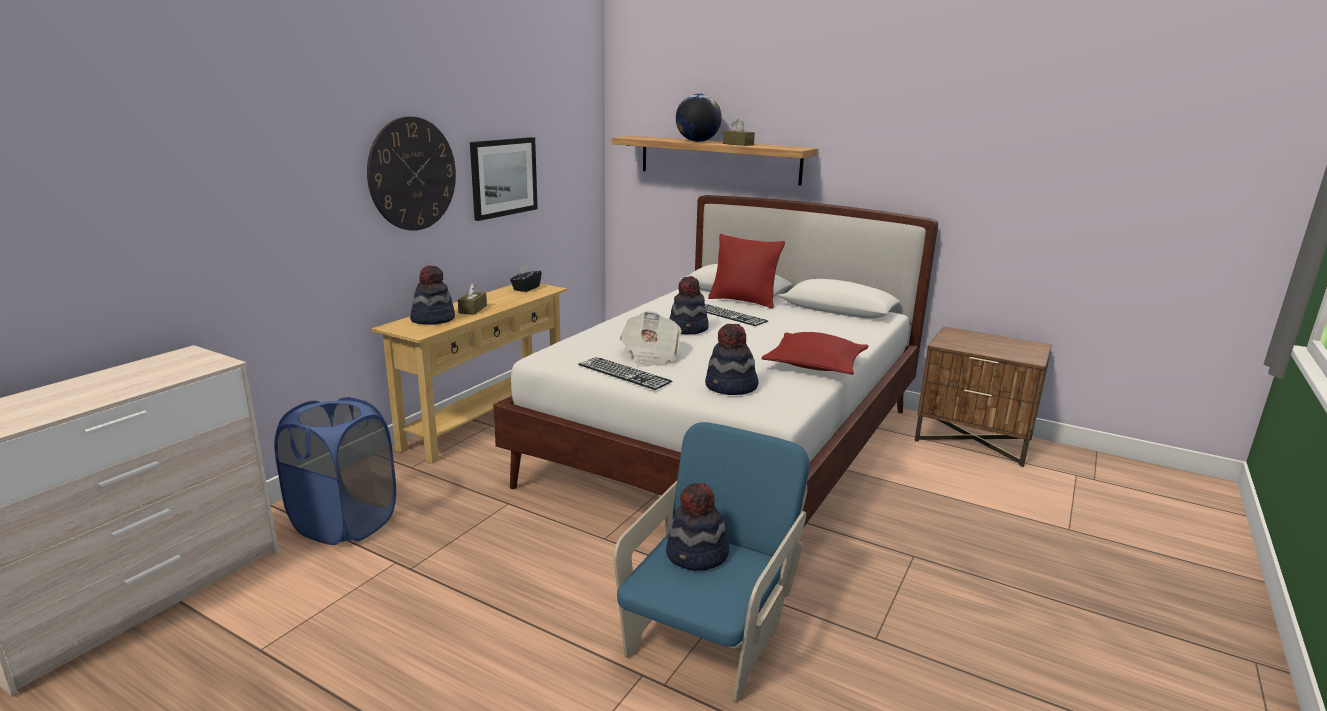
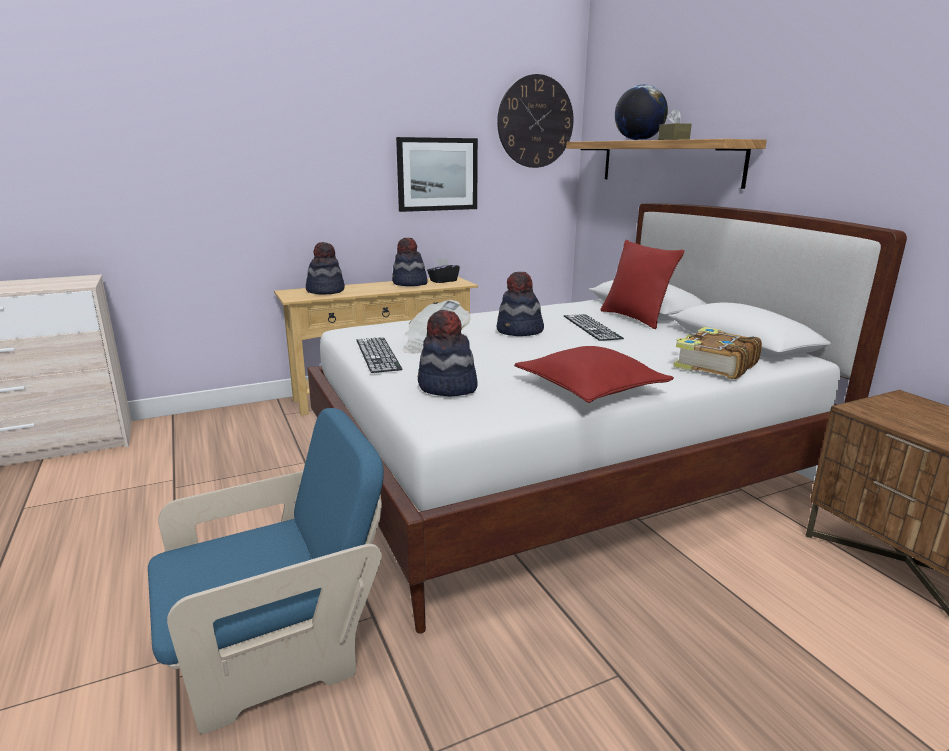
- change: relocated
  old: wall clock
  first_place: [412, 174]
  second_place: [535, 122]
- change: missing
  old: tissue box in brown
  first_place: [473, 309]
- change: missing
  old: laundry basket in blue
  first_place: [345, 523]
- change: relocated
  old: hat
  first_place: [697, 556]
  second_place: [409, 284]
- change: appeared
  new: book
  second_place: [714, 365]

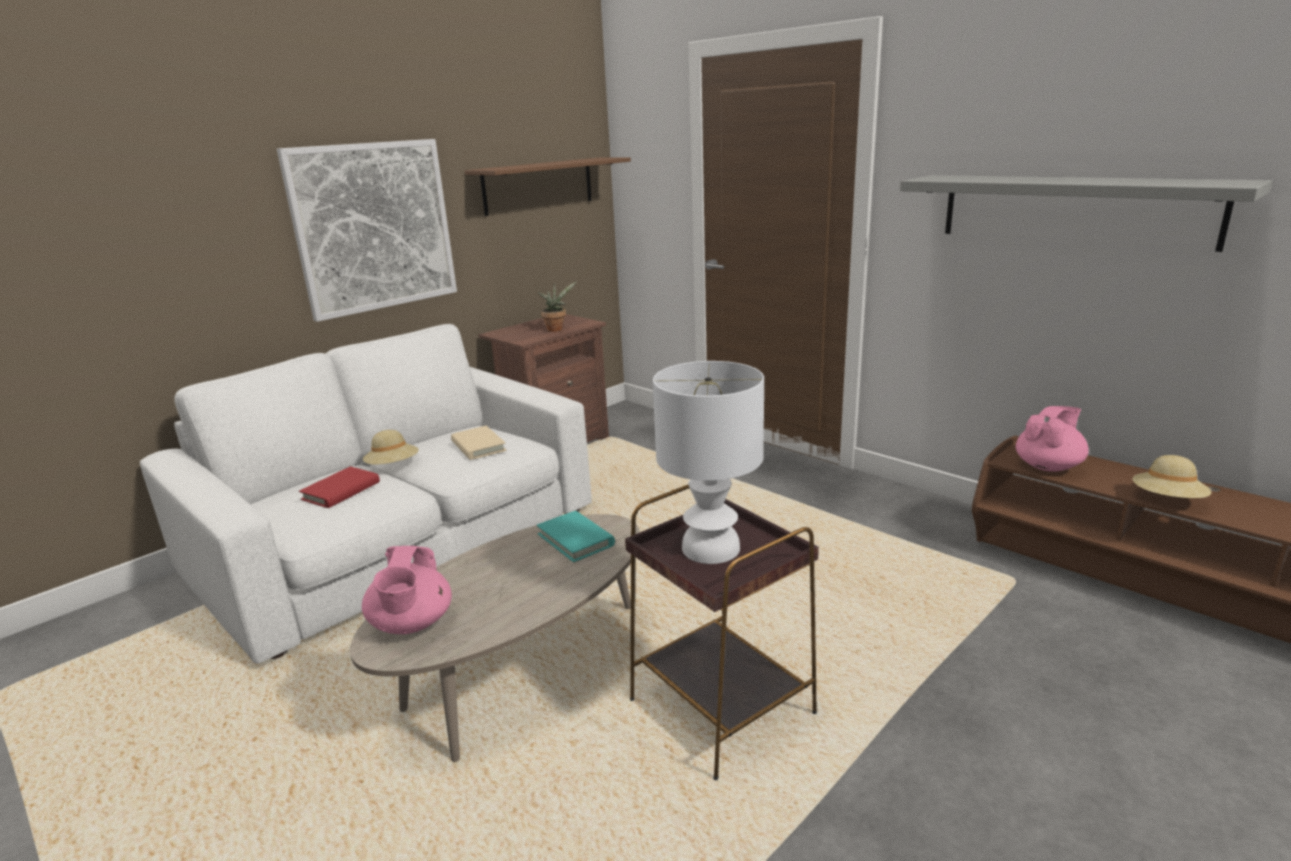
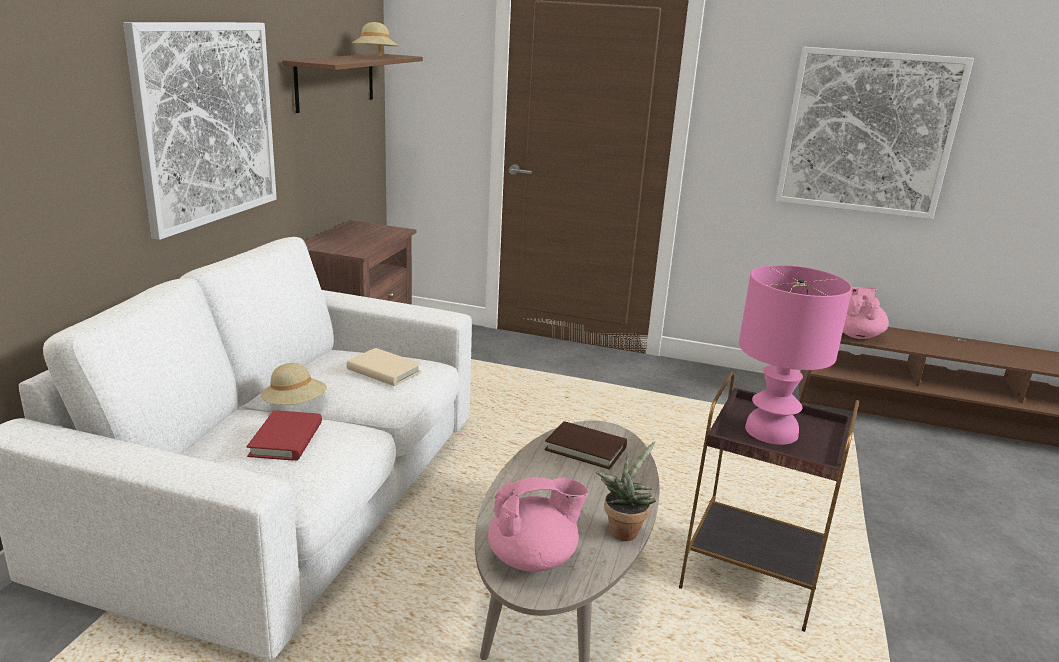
- change: exchanged
  old: shelf in grey
  new: picture
  first_place: [1074, 209]
  second_place: [867, 133]
- change: relocated
  old: potted plant
  first_place: [556, 329]
  second_place: [623, 530]
- change: colour
  old: table lamp in white
  new: table lamp in pink
  first_place: [710, 547]
  second_place: [770, 431]
- change: relocated
  old: hat in beige
  first_place: [1167, 500]
  second_place: [375, 57]
- change: colour
  old: book in turquoise
  new: book in brown
  first_place: [575, 539]
  second_place: [585, 448]
- change: spun
  old: teapot in pink
  first_place: [411, 624]
  second_place: [533, 558]
  degrees: -75

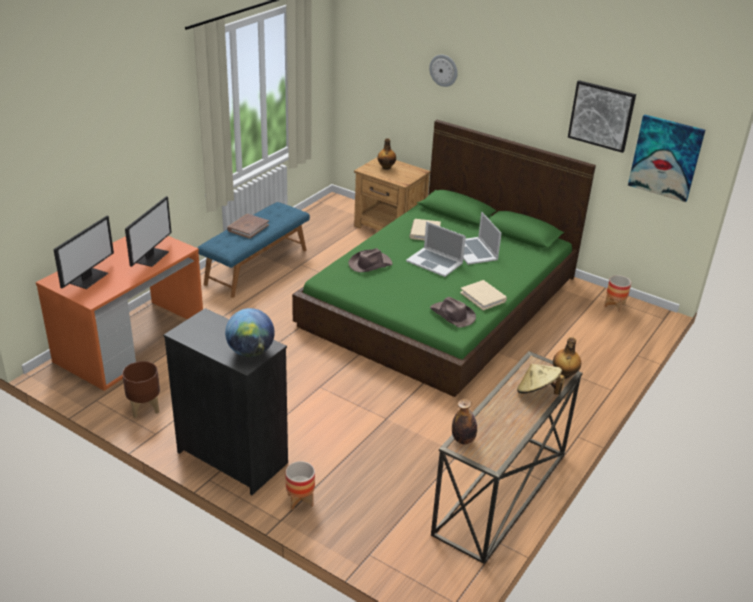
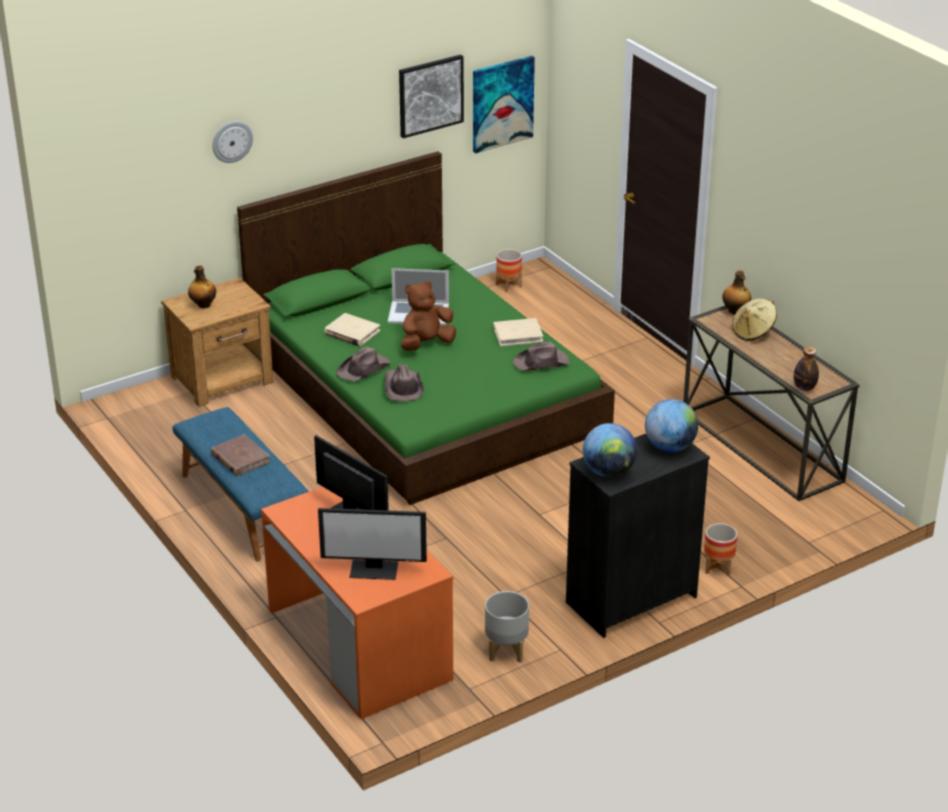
- change: spun
  old: monitor
  first_place: [89, 278]
  second_place: [374, 569]
  degrees: 135
- change: exchanged
  old: laptop
  new: plush toy in brown
  first_place: [434, 262]
  second_place: [426, 344]
- change: colour
  old: planter in brown
  new: planter in grey
  first_place: [145, 407]
  second_place: [506, 651]
- change: appeared
  new: hat in brown
  second_place: [364, 369]
- change: appeared
  new: globe
  second_place: [608, 472]

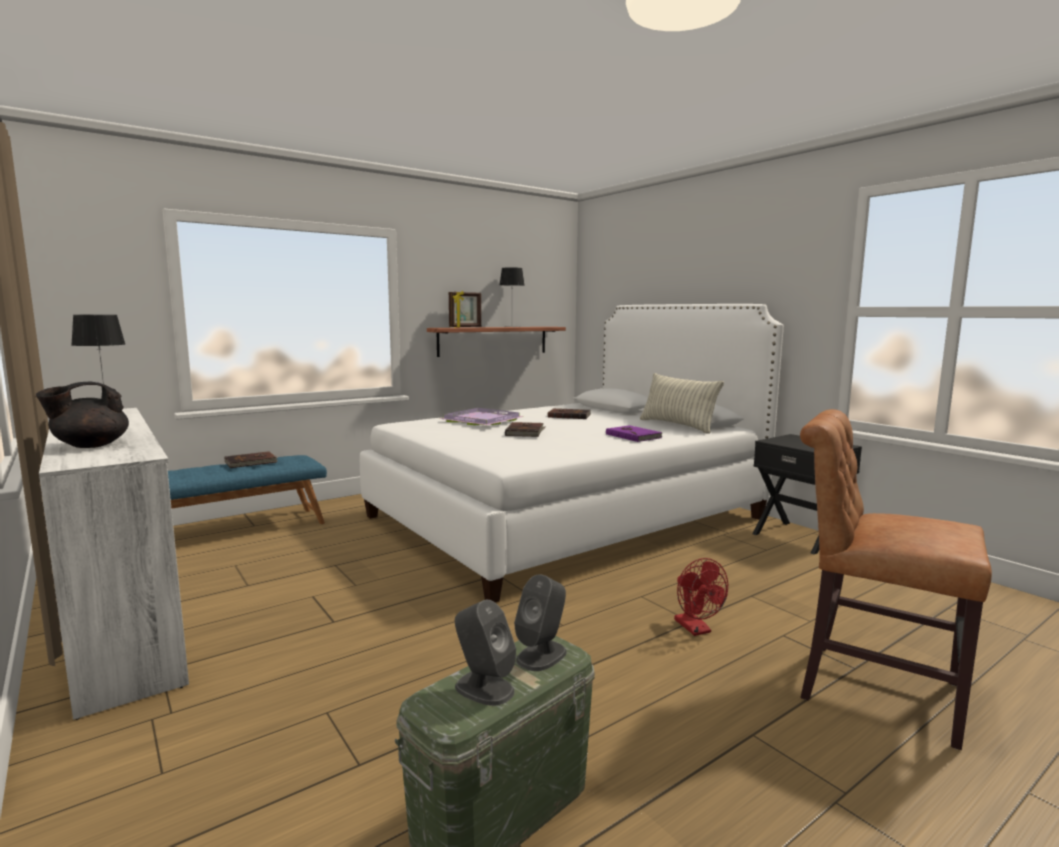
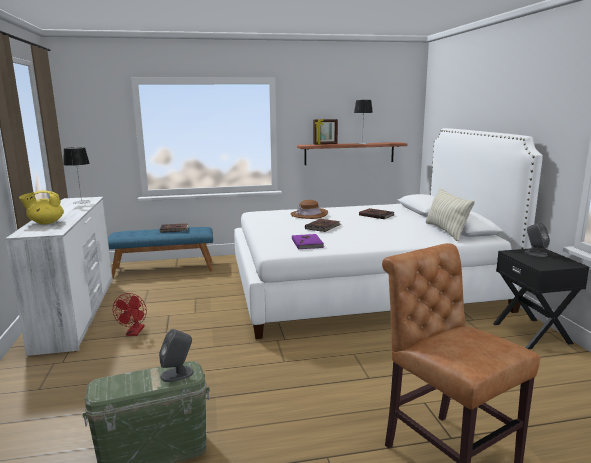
- change: colour
  old: teapot in black
  new: teapot in yellow
  first_place: [90, 446]
  second_place: [45, 223]
- change: exchanged
  old: tray in purple
  new: hat in brown
  first_place: [483, 420]
  second_place: [309, 214]
- change: relocated
  old: book in purple
  first_place: [633, 436]
  second_place: [308, 243]
- change: relocated
  old: fan in red
  first_place: [696, 629]
  second_place: [134, 333]
- change: relocated
  old: speaker in grey
  first_place: [483, 688]
  second_place: [535, 253]

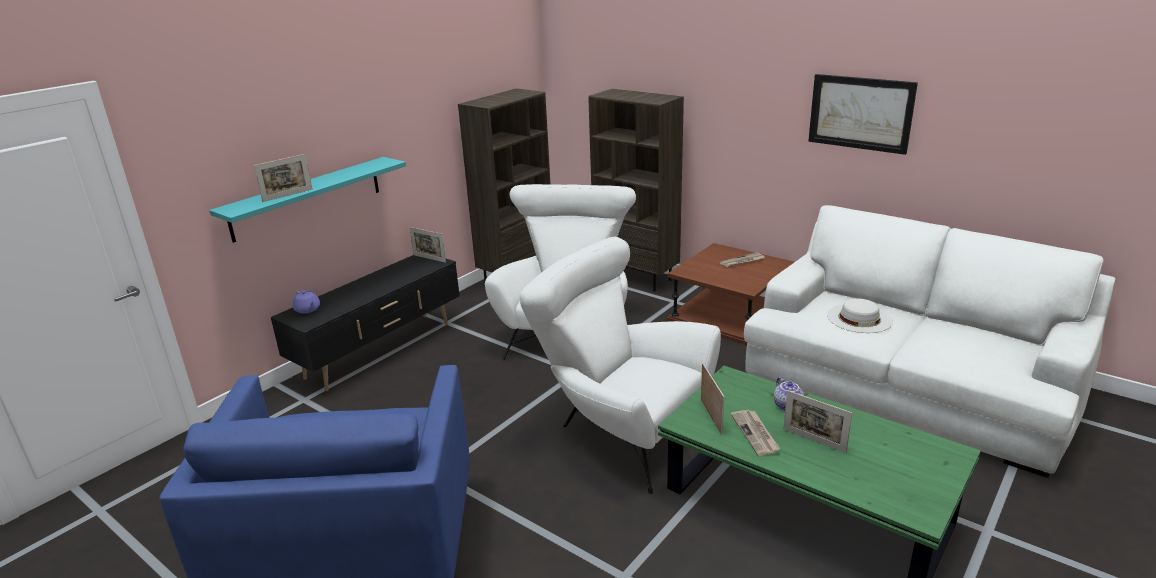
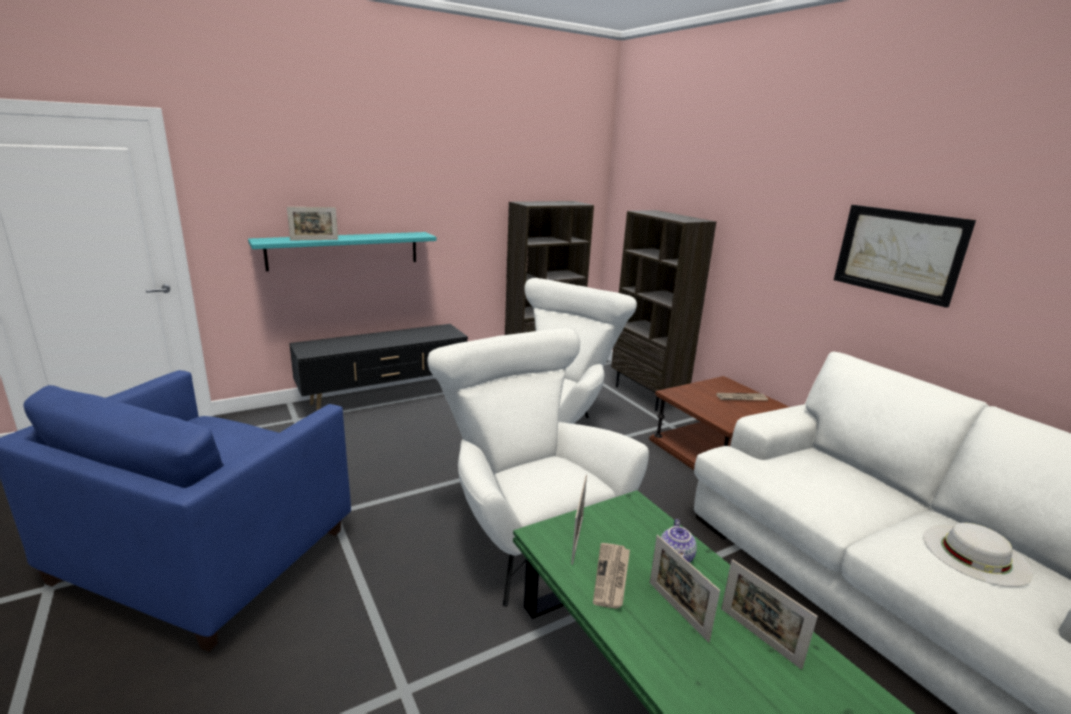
- change: relocated
  old: picture frame
  first_place: [429, 258]
  second_place: [759, 637]
- change: missing
  old: teapot in purple
  first_place: [307, 309]
- change: relocated
  old: hat in white
  first_place: [859, 318]
  second_place: [975, 554]

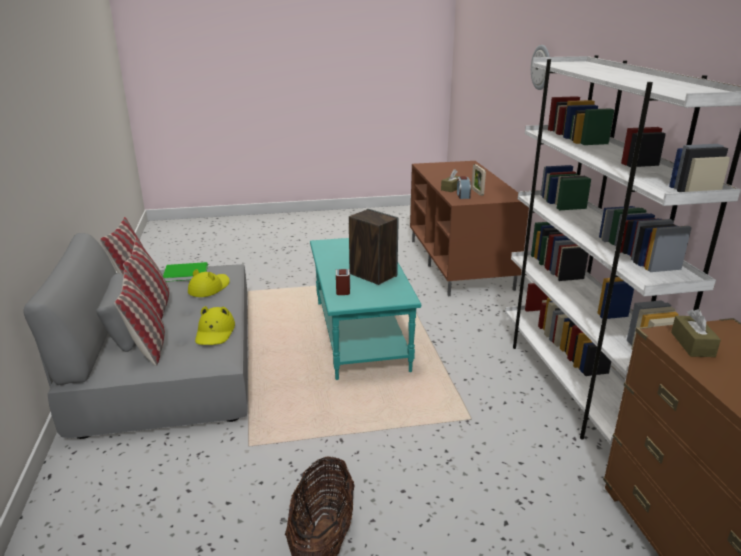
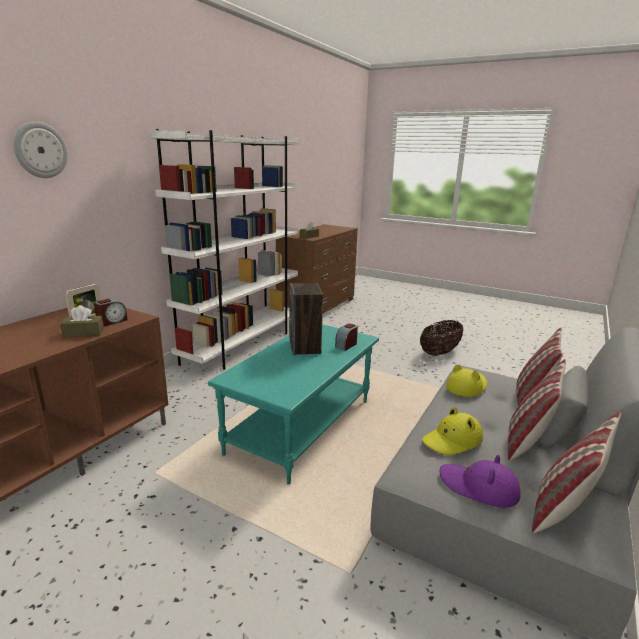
- change: exchanged
  old: book in green
  new: hat in purple
  first_place: [184, 273]
  second_place: [479, 487]

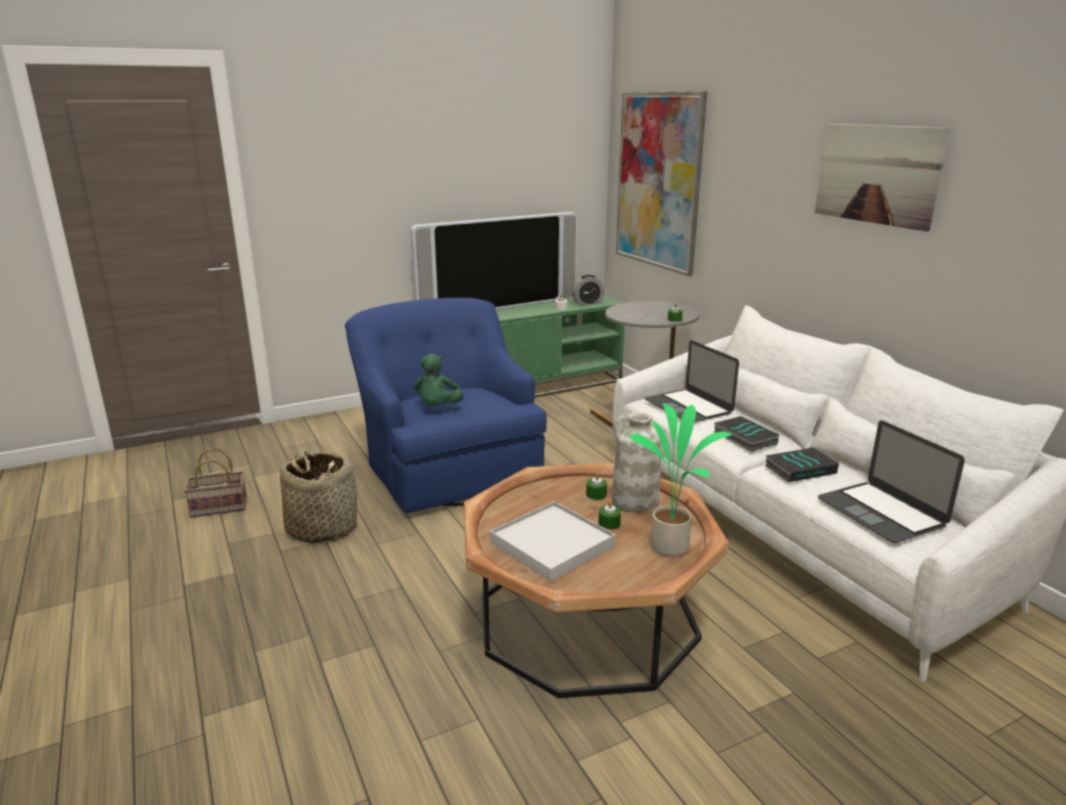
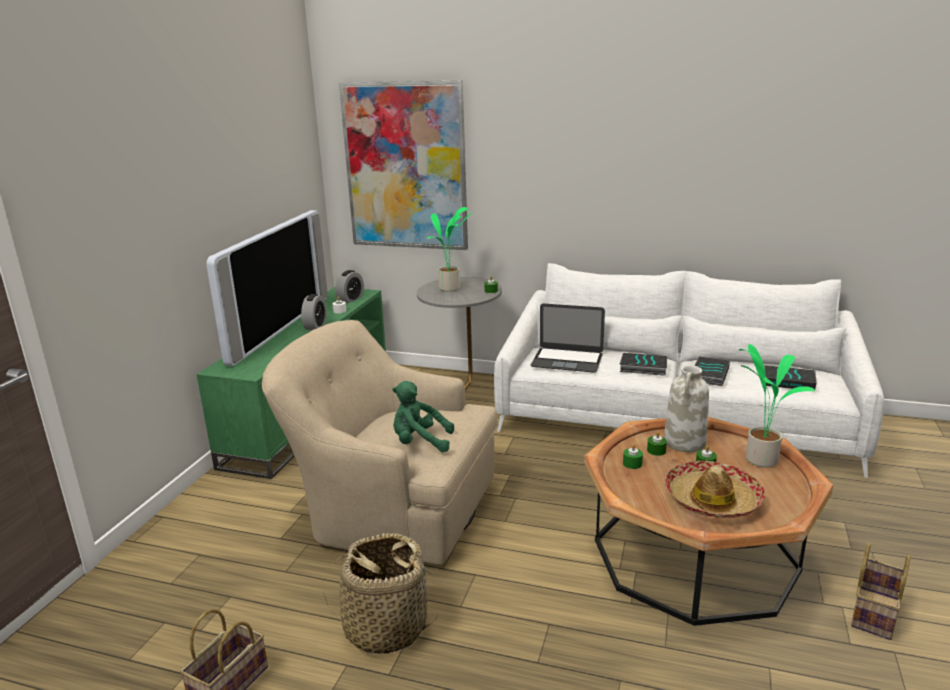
- change: missing
  old: picture
  first_place: [877, 174]
- change: colour
  old: armchair in blue
  new: armchair in beige
  first_place: [449, 468]
  second_place: [391, 507]
- change: spun
  old: plush toy in green
  first_place: [438, 408]
  second_place: [420, 443]
  degrees: 135
- change: exchanged
  old: laptop
  new: book
  first_place: [881, 512]
  second_place: [789, 381]
- change: exchanged
  old: tray in white
  new: hat
  first_place: [552, 544]
  second_place: [711, 499]
- change: appeared
  new: potted plant
  second_place: [451, 289]
- change: appeared
  new: alarm clock
  second_place: [315, 326]
- change: appeared
  new: candle in green
  second_place: [632, 463]
- change: appeared
  new: basket
  second_place: [873, 611]

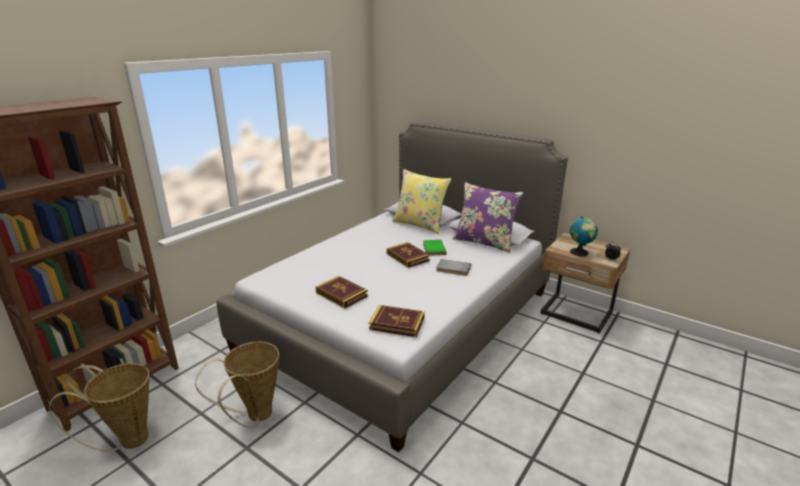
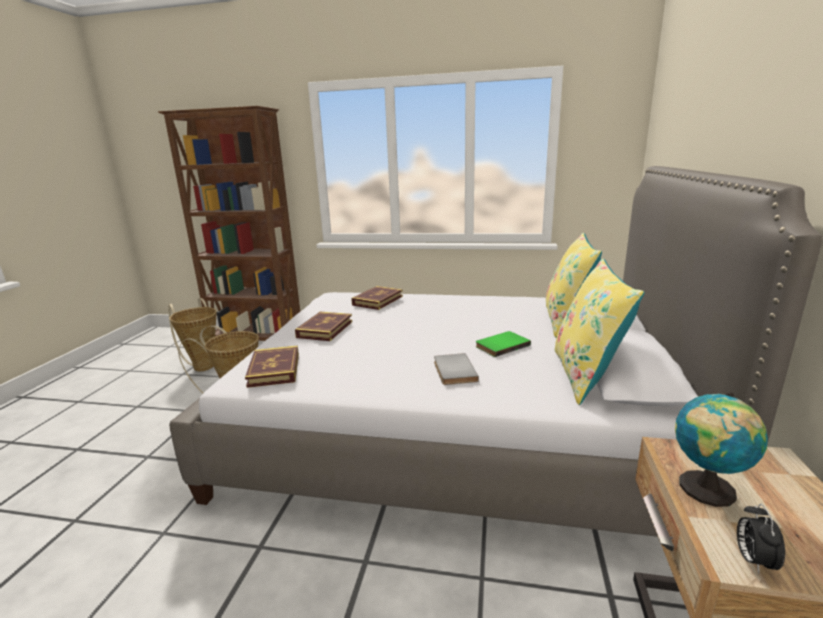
- change: colour
  old: pillow in purple
  new: pillow in yellow
  first_place: [484, 242]
  second_place: [586, 375]
- change: relocated
  old: book
  first_place: [407, 257]
  second_place: [377, 300]

